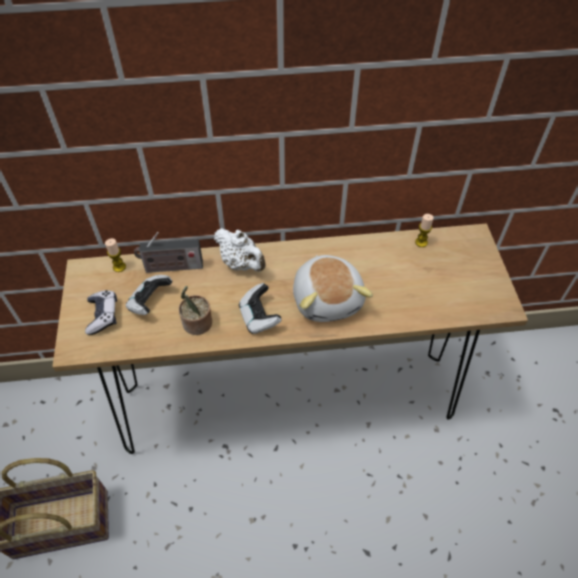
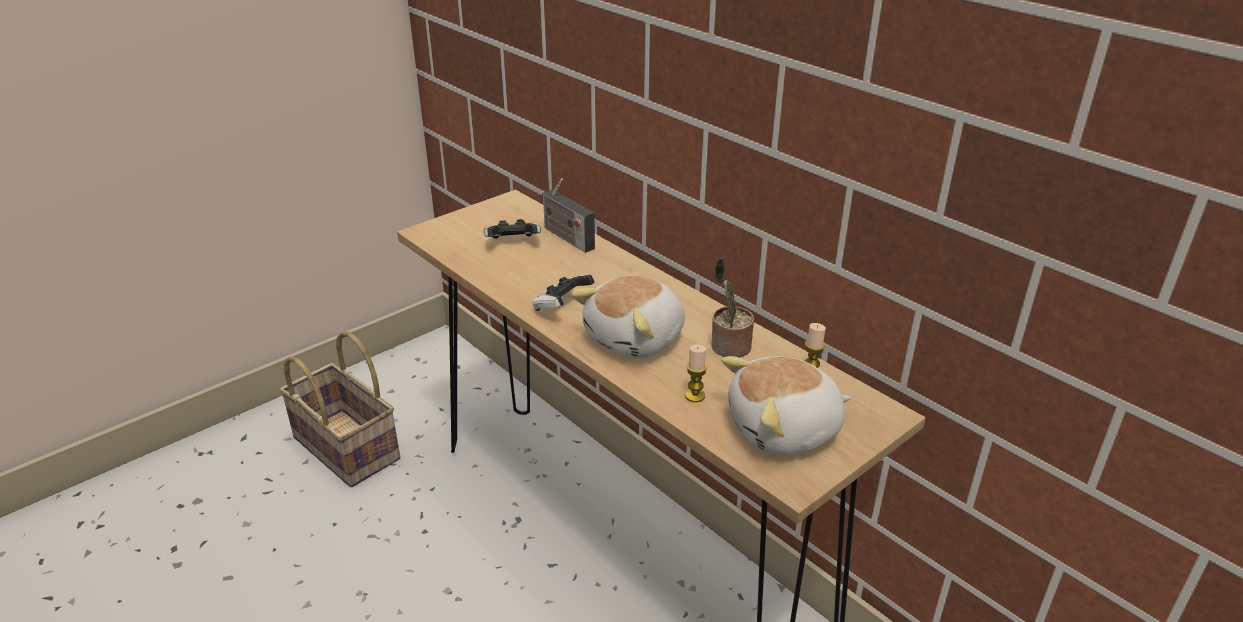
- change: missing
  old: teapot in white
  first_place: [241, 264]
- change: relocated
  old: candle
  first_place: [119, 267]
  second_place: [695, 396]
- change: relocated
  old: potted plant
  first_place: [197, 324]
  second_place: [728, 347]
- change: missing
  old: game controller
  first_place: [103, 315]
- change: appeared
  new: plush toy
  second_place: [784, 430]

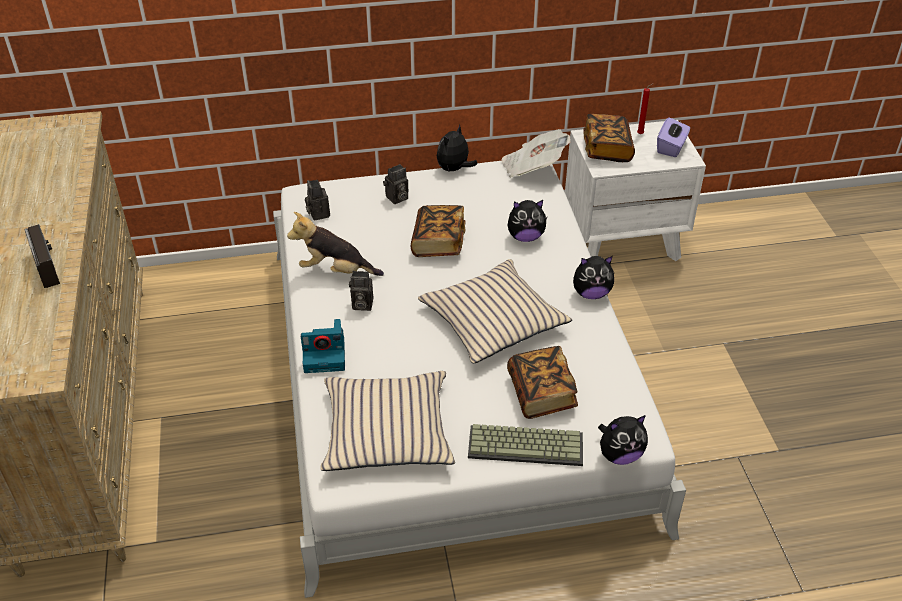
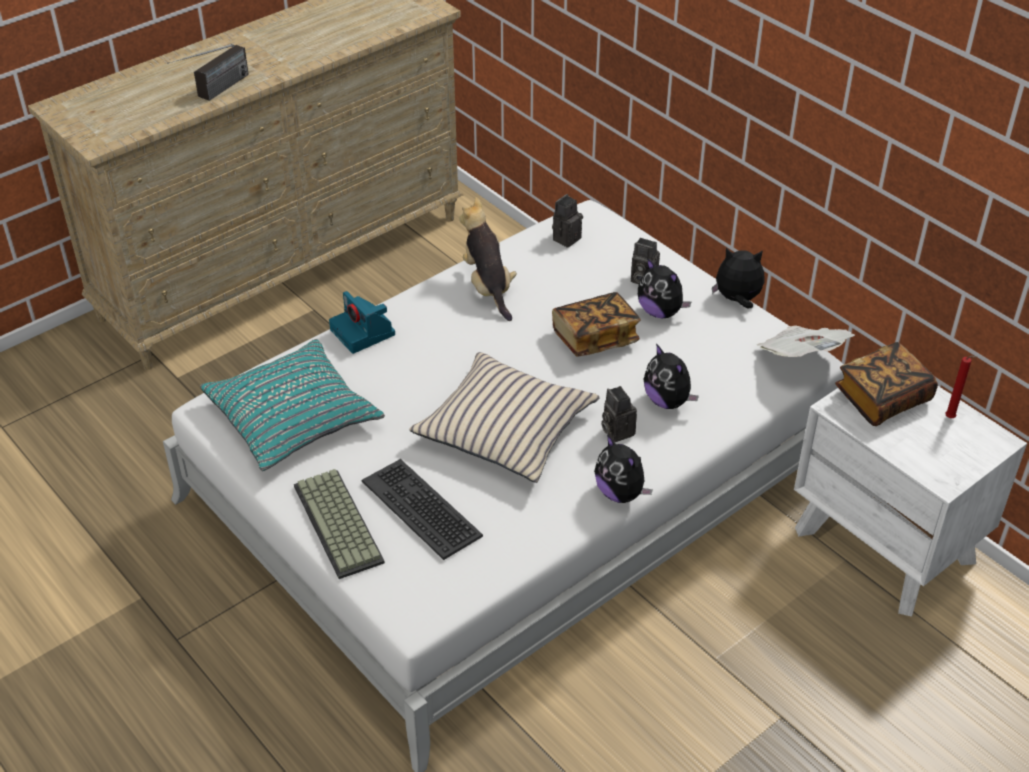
- change: missing
  old: tissue box in purple
  first_place: [671, 147]
- change: relocated
  old: photo camera
  first_place: [361, 305]
  second_place: [616, 431]
- change: exchanged
  old: book
  new: keyboard
  first_place: [541, 393]
  second_place: [422, 508]
- change: colour
  old: pillow in beige
  new: pillow in turquoise
  first_place: [387, 431]
  second_place: [293, 416]
- change: relocated
  old: plush toy
  first_place: [619, 455]
  second_place: [660, 312]

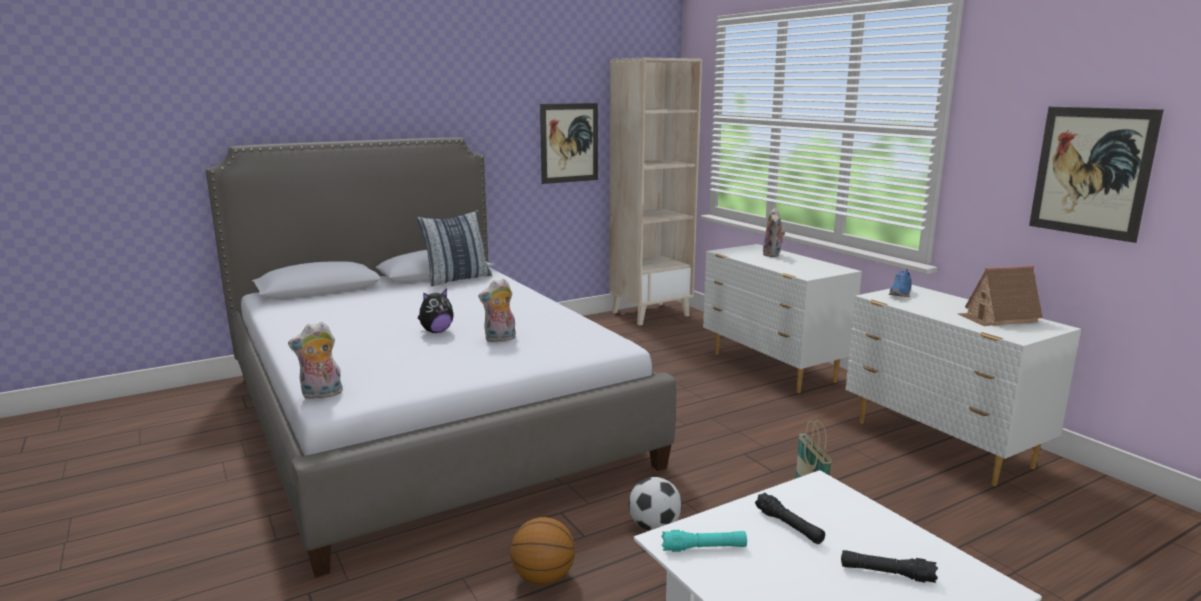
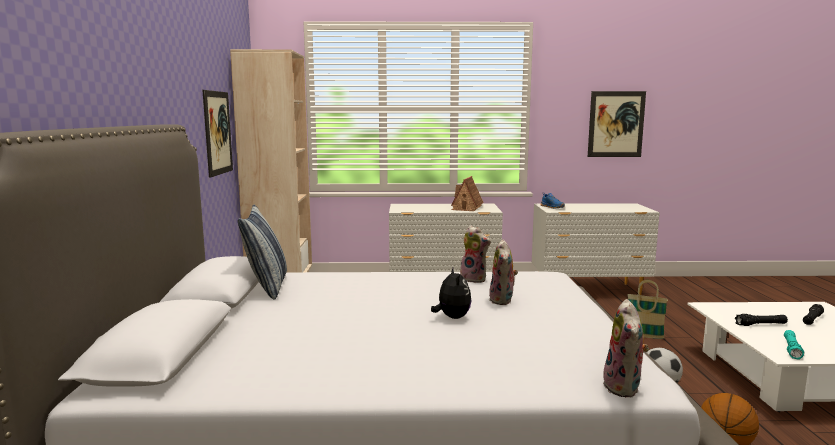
- change: relocated
  old: plush toy
  first_place: [773, 255]
  second_place: [474, 279]
- change: relocated
  old: toy house
  first_place: [998, 318]
  second_place: [467, 207]

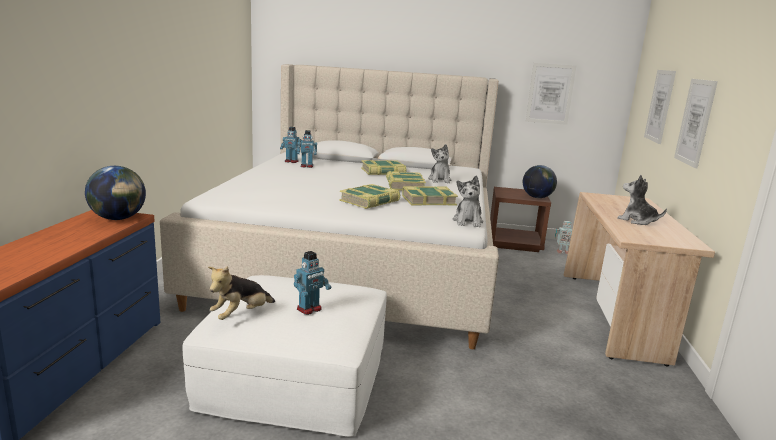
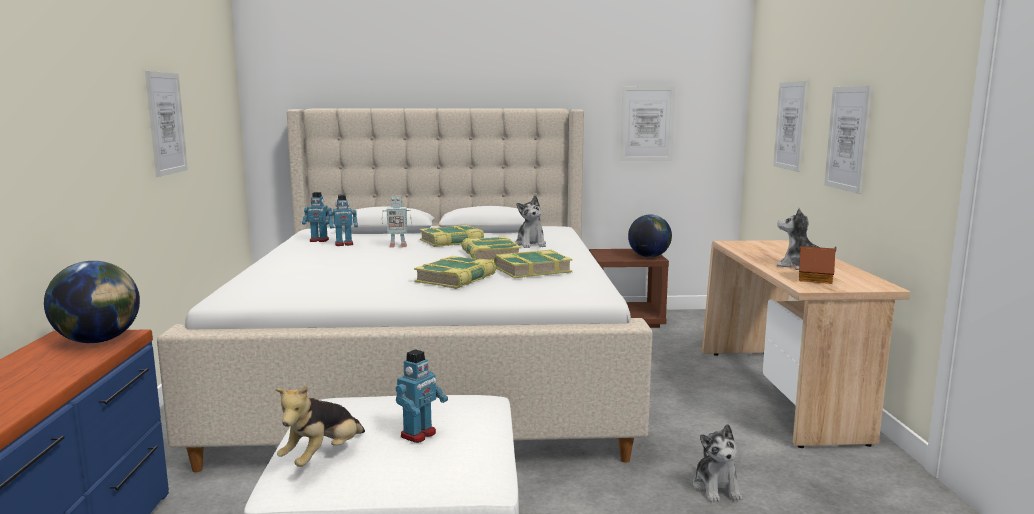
- change: relocated
  old: plush toy
  first_place: [468, 221]
  second_place: [716, 488]
- change: relocated
  old: toy robot
  first_place: [562, 252]
  second_place: [397, 246]
- change: appeared
  new: picture
  second_place: [166, 123]
- change: appeared
  new: toy house
  second_place: [815, 278]

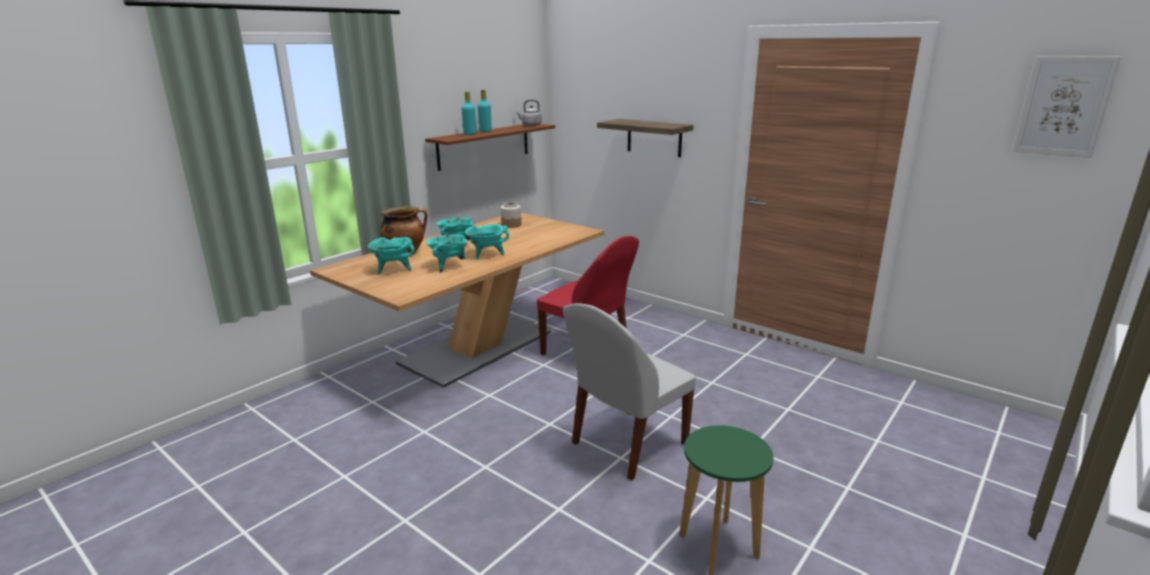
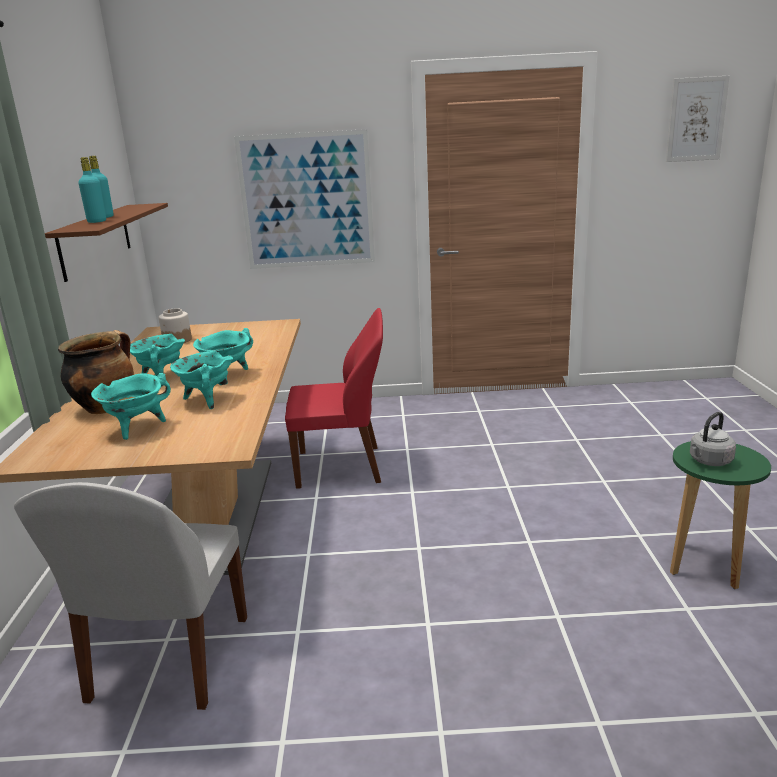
- change: relocated
  old: kettle in grey
  first_place: [530, 125]
  second_place: [709, 461]
- change: exchanged
  old: shelf
  new: picture
  first_place: [654, 137]
  second_place: [307, 201]
- change: relocated
  old: chair in white
  first_place: [627, 445]
  second_place: [168, 662]

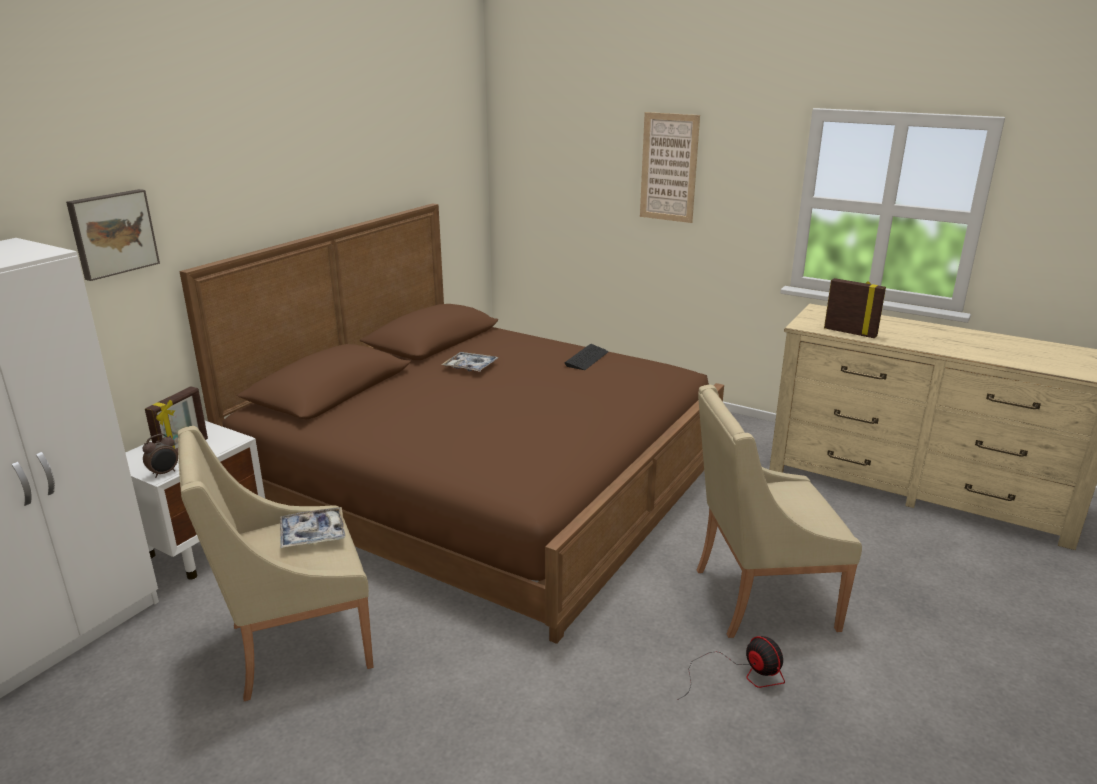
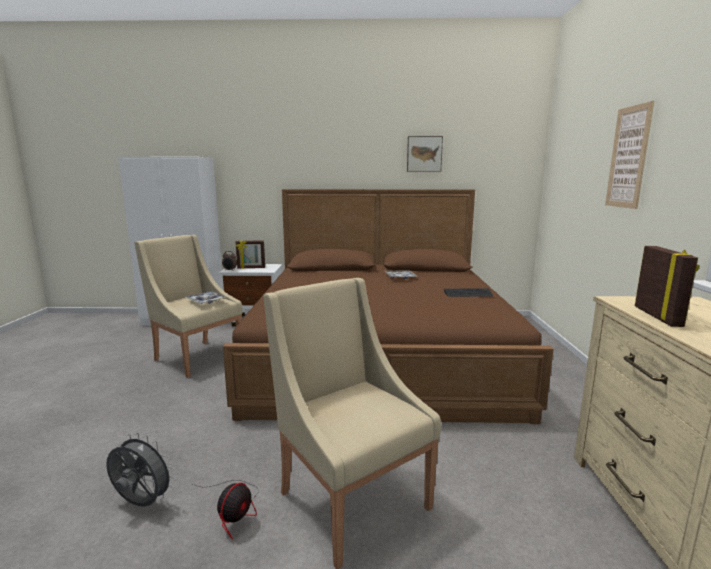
- change: relocated
  old: picture
  first_place: [112, 233]
  second_place: [424, 154]
- change: appeared
  new: fan in grey
  second_place: [141, 504]

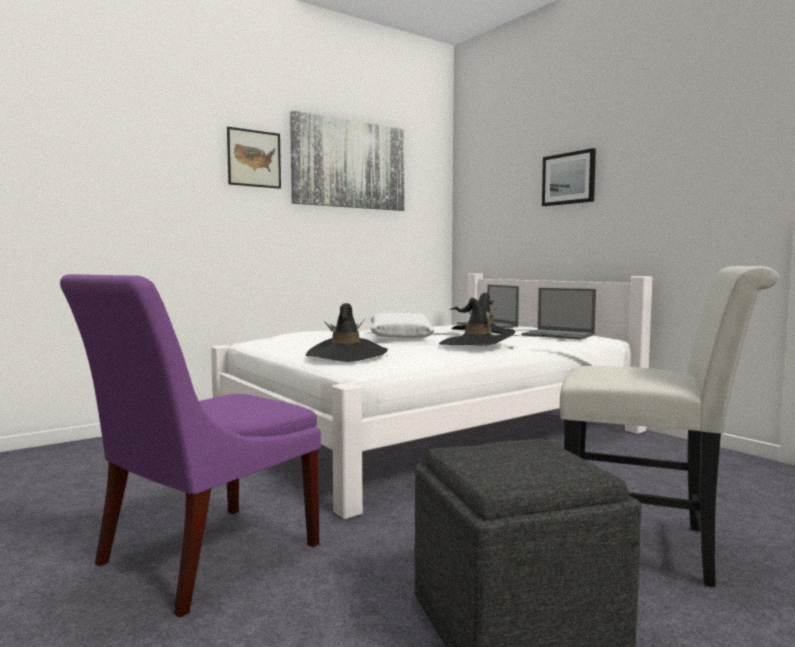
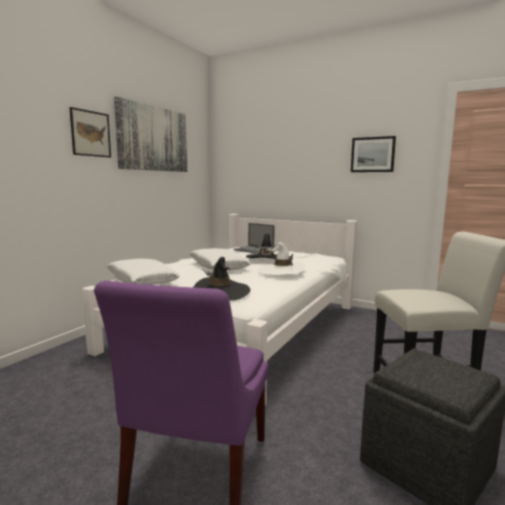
- change: relocated
  old: picture
  first_place: [569, 178]
  second_place: [372, 154]
- change: missing
  old: laptop
  first_place: [559, 335]
- change: colour
  old: hat in black
  new: hat in white
  first_place: [475, 344]
  second_place: [281, 271]
- change: appeared
  new: pillow in white
  second_place: [141, 280]

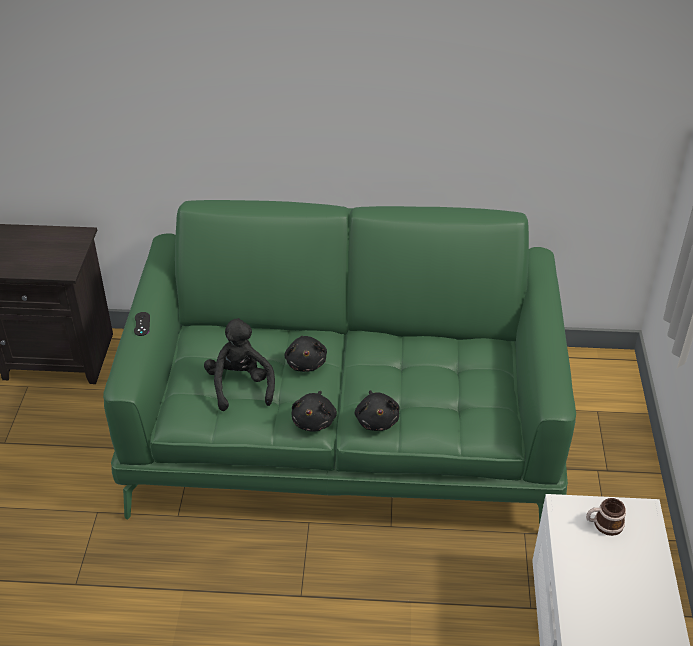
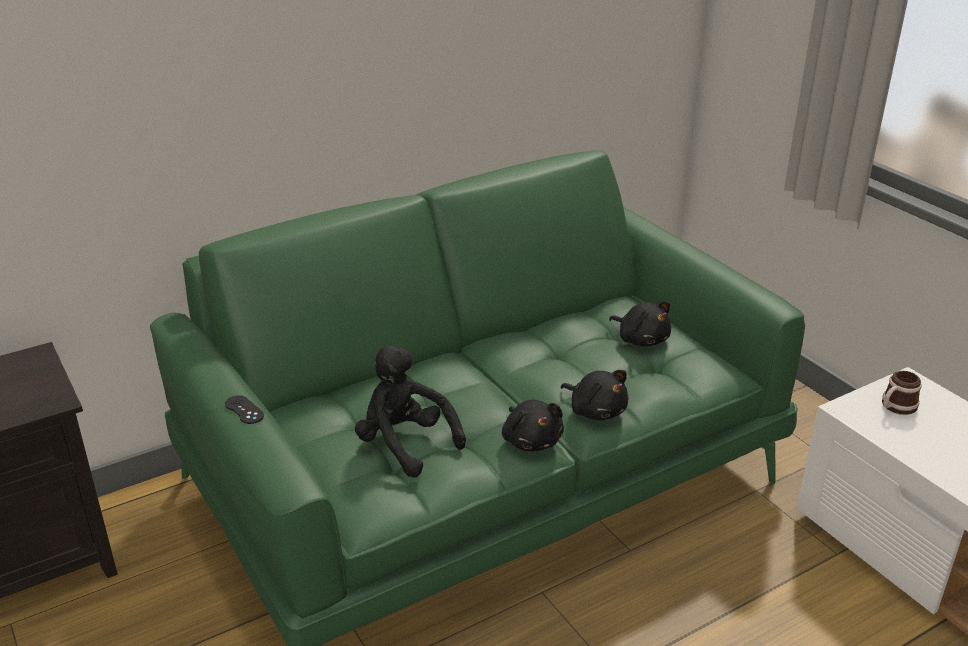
- change: relocated
  old: plush toy in black
  first_place: [306, 362]
  second_place: [641, 339]

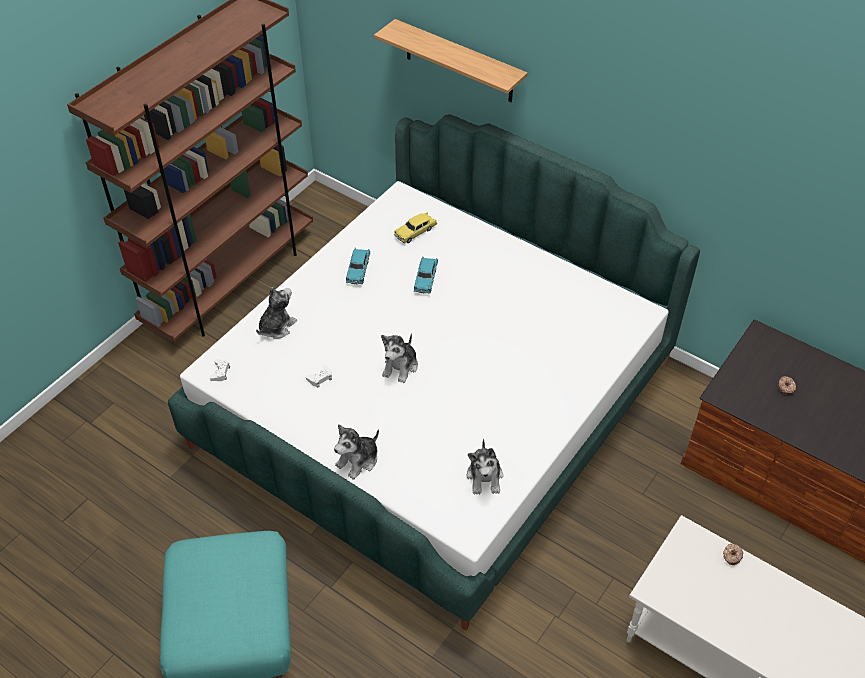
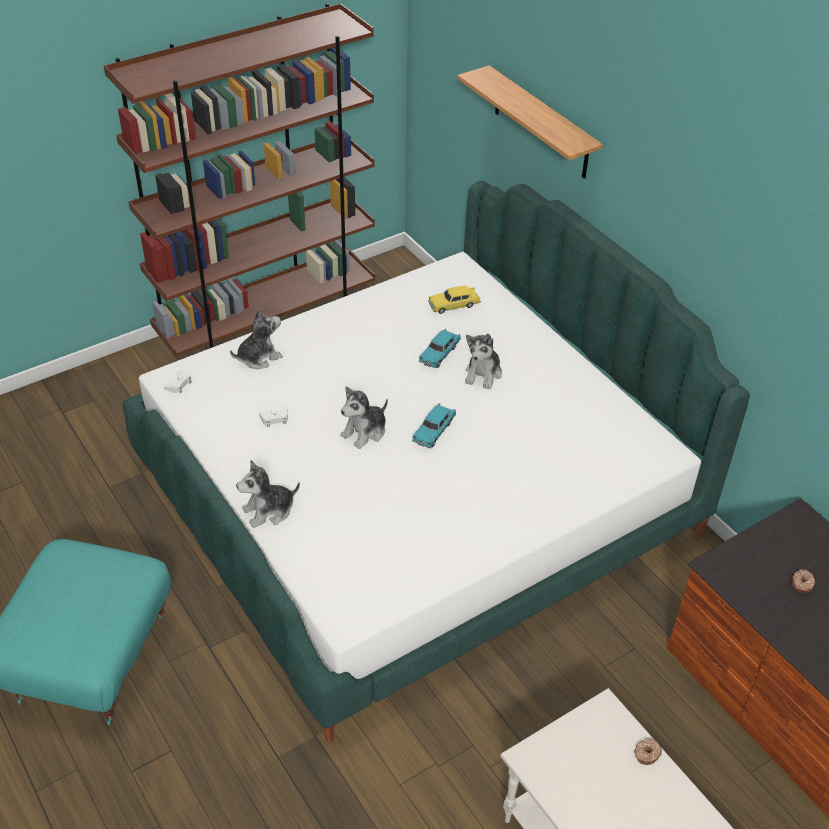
- change: relocated
  old: toy car in turquoise
  first_place: [358, 270]
  second_place: [434, 431]
- change: relocated
  old: plush toy
  first_place: [485, 477]
  second_place: [483, 374]

